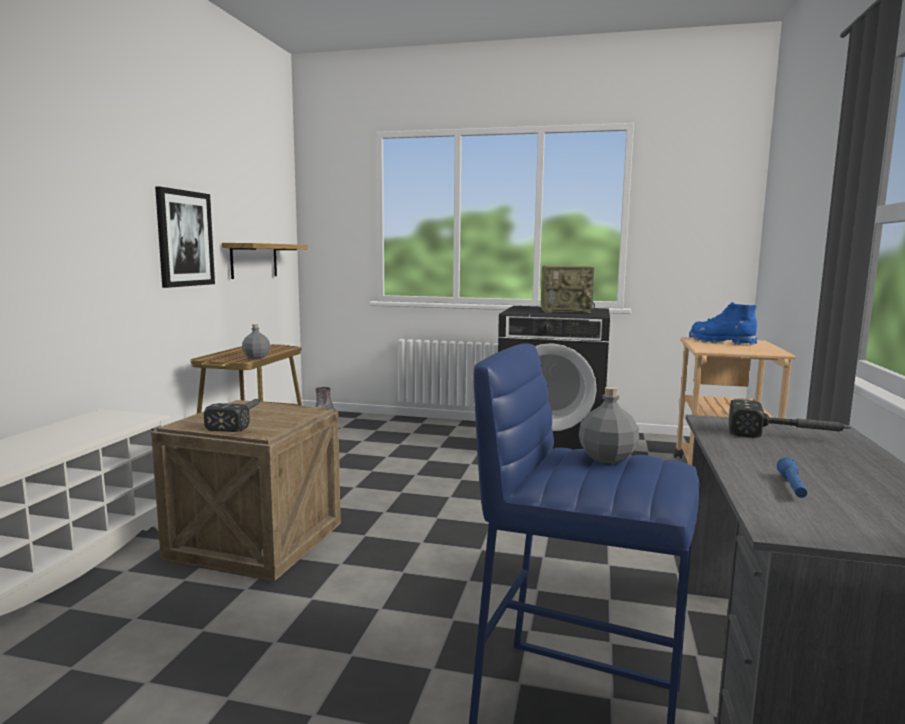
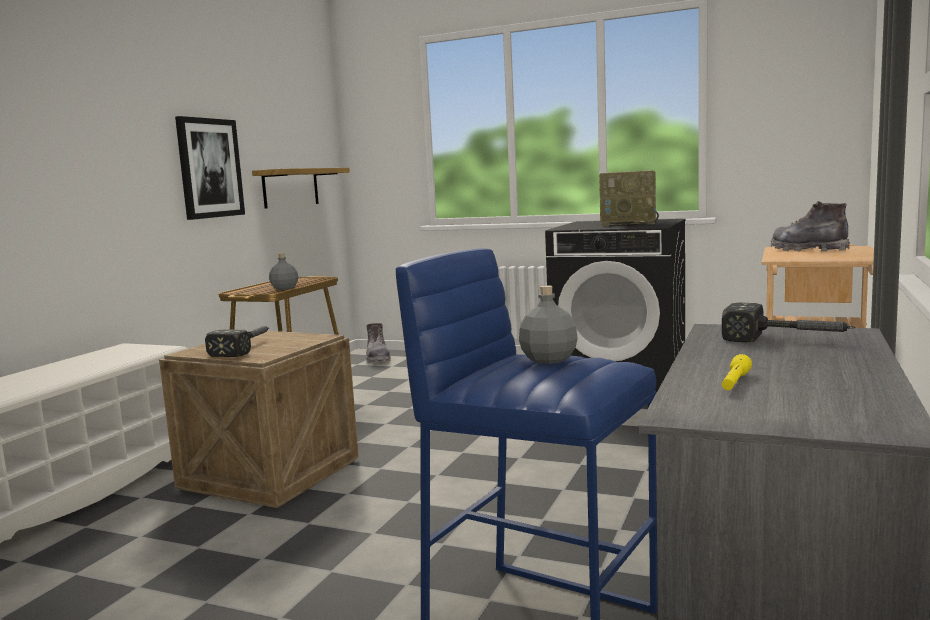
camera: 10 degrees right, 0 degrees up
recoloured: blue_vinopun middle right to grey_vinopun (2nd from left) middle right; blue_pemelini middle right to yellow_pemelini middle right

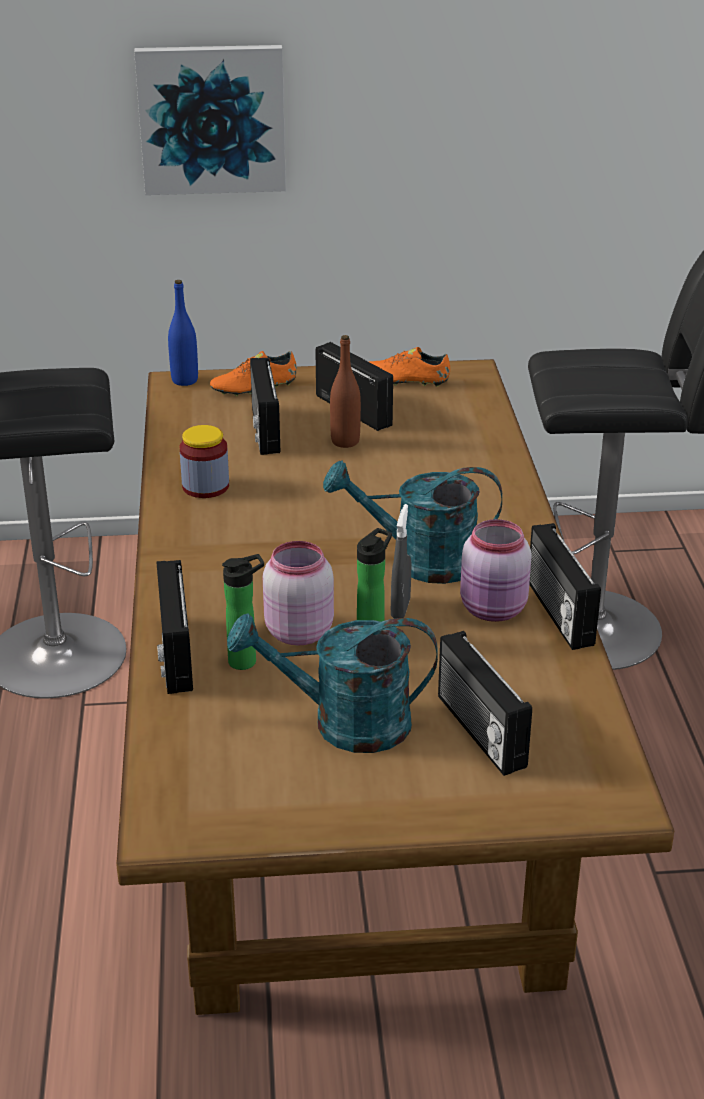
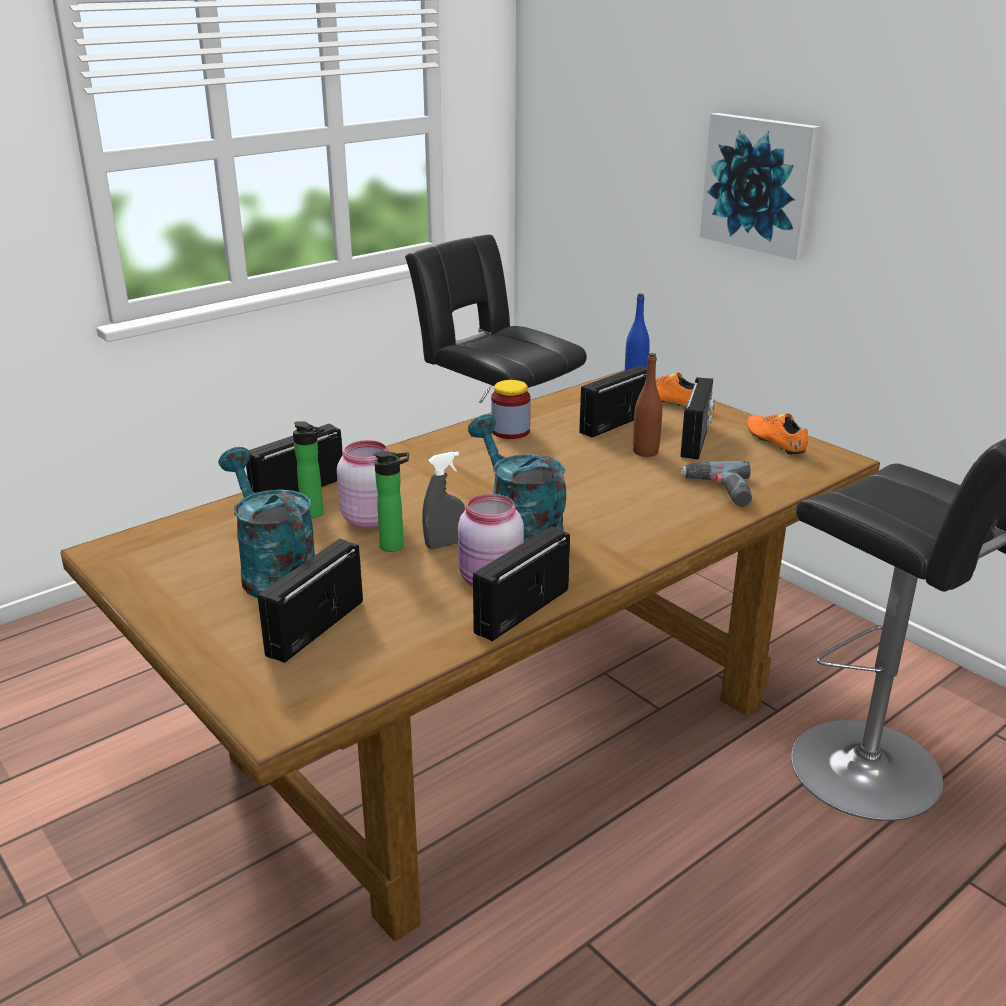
camera: 55 degrees right, 5 degrees down
added: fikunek middle right

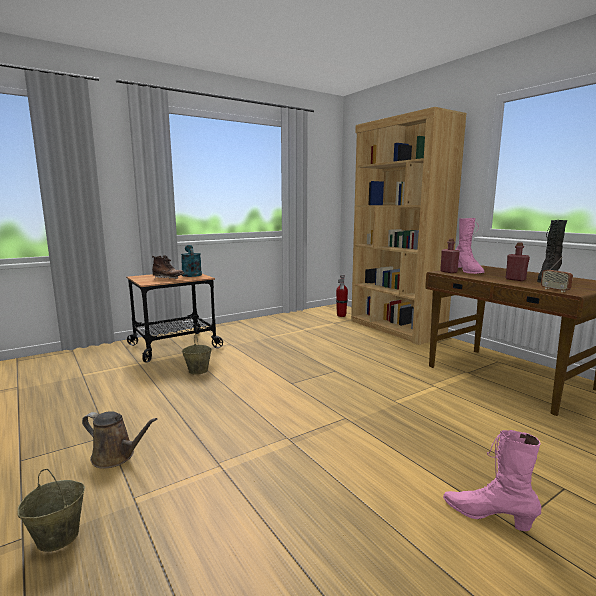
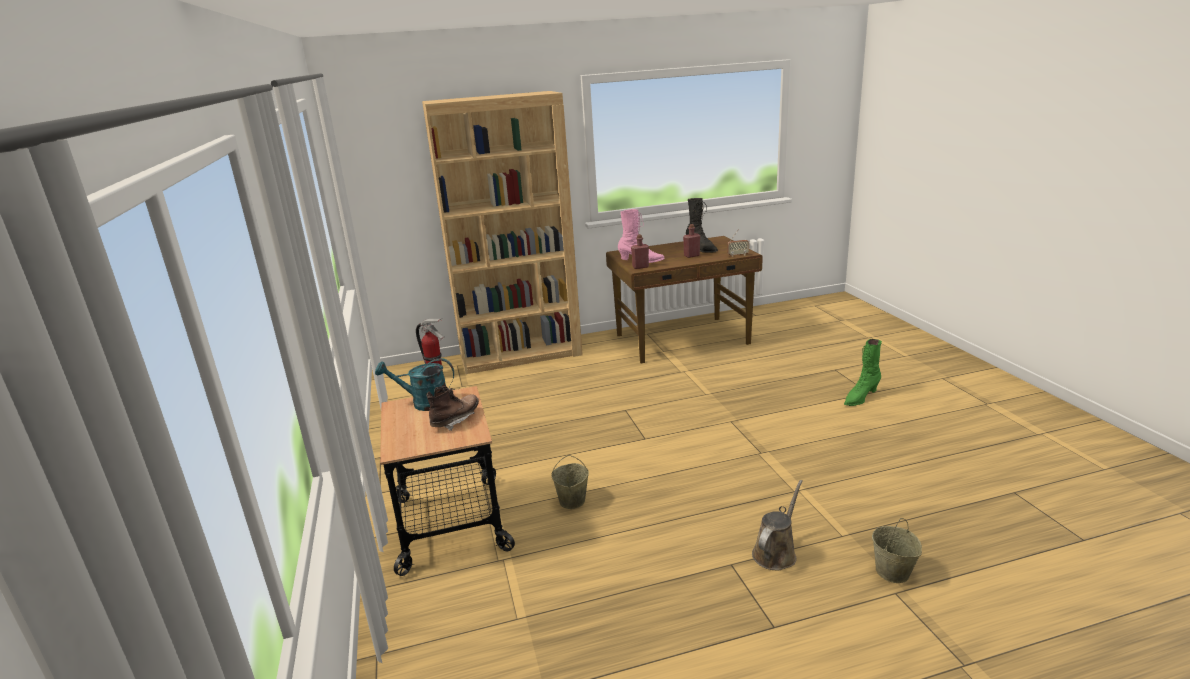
camera: 70 degrees left, 10 degrees up
recoloured: pink_vinopun (2nd from left) bottom right to green_vinopun middle right

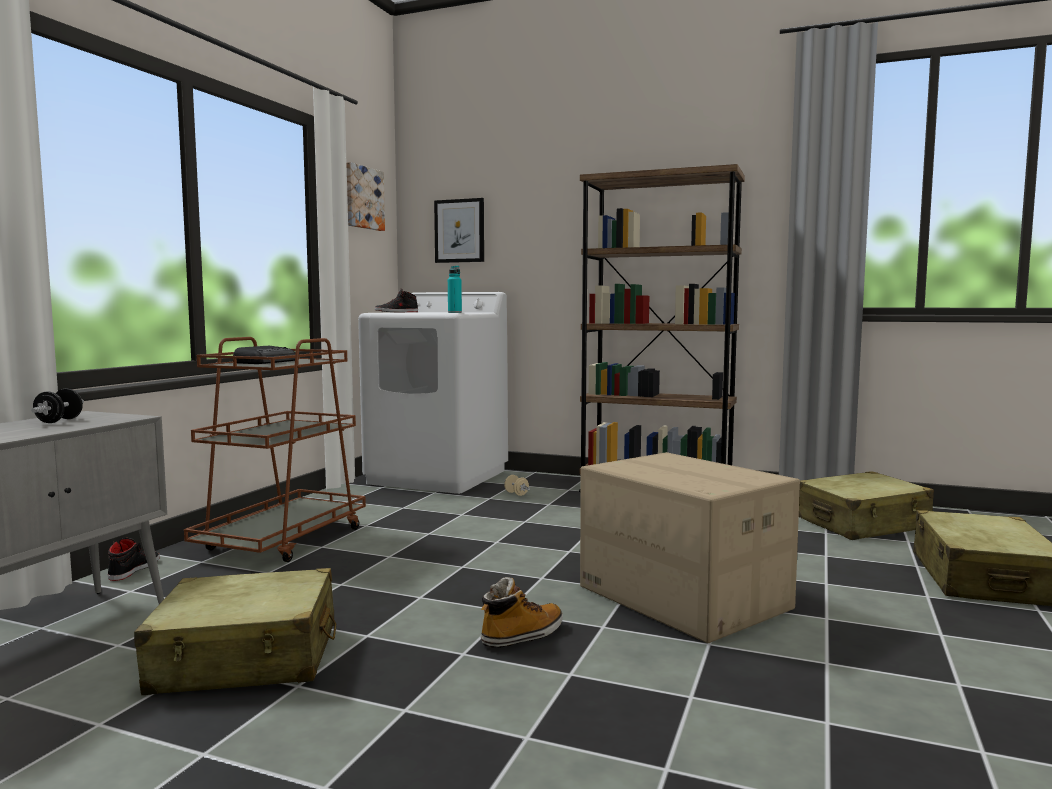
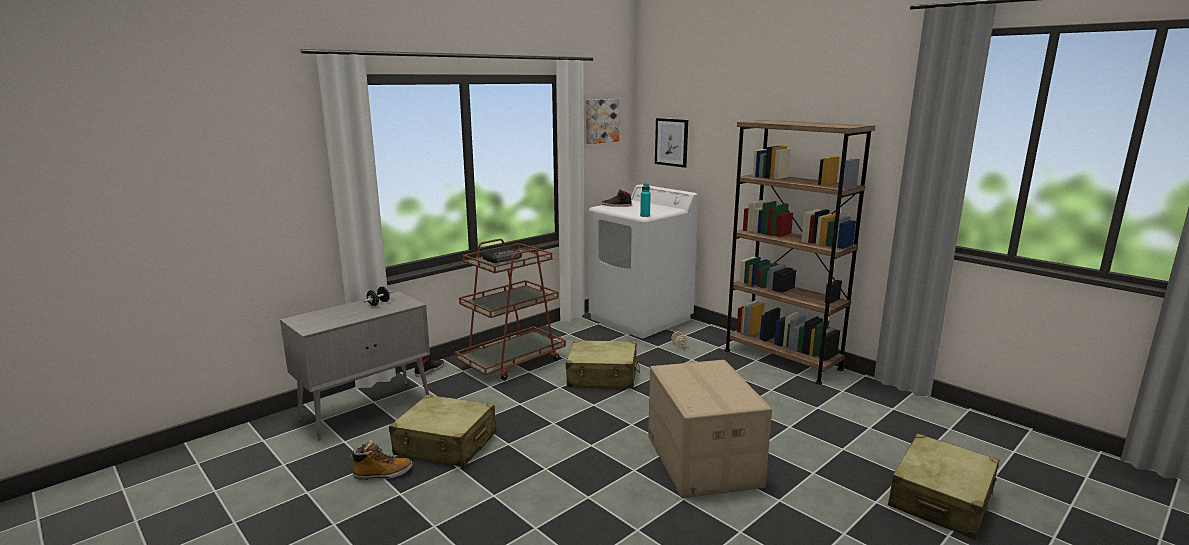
camera: 25 degrees right, 10 degrees up
moved: vinopun bottom centre to bottom left; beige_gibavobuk (2nd from left) middle right to bottom centre

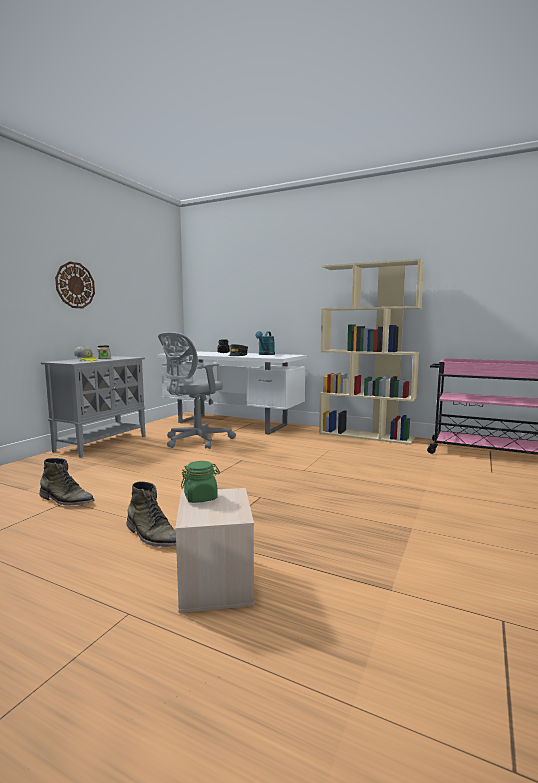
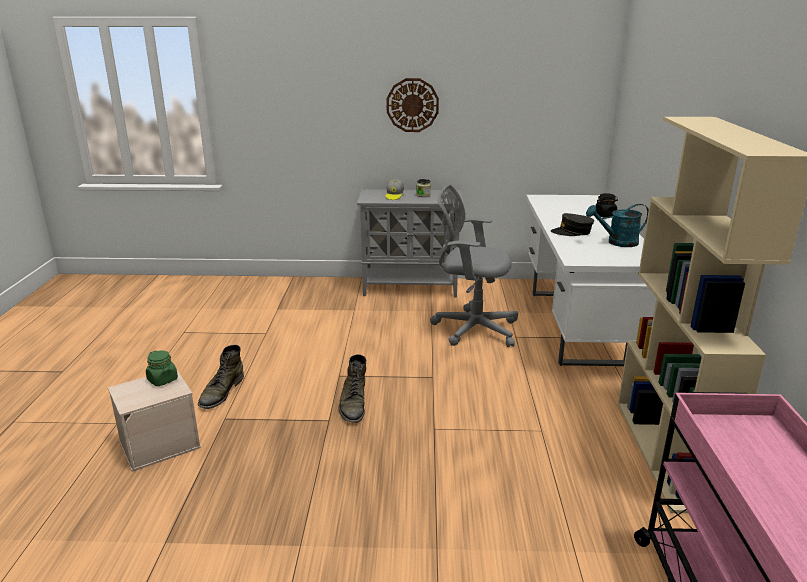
camera: 65 degrees right, 15 degrees up
moved: green_vinopun (1st from left in the first image) middle left to green_vinopun (2nd from left) bottom centre

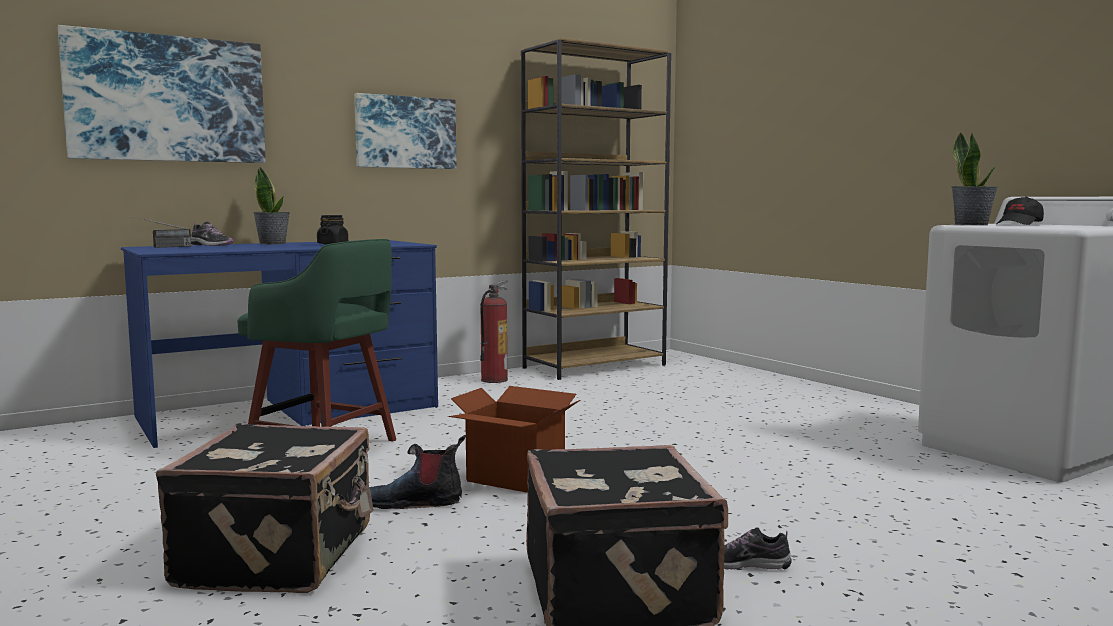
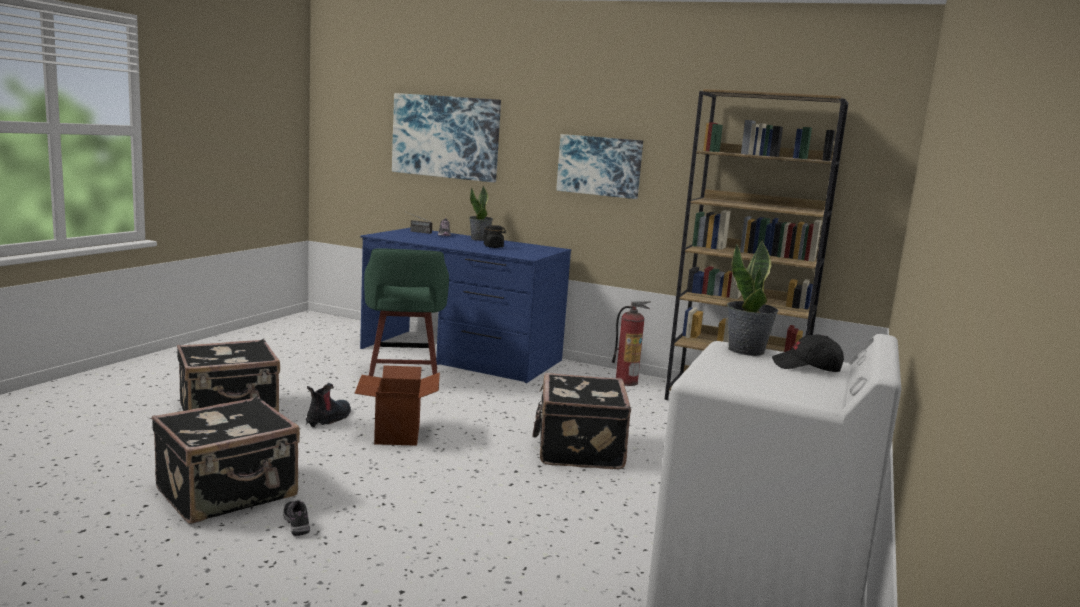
camera: 55 degrees right, 5 degrees up
added: black_gibavobuk (3rd from left) bottom centre
turned: vinopun bottom centre = bottom left 60 degrees clockwise

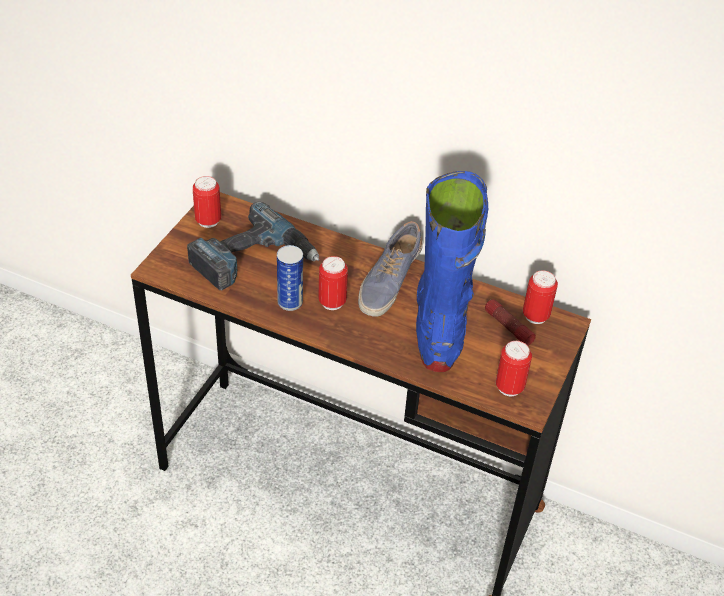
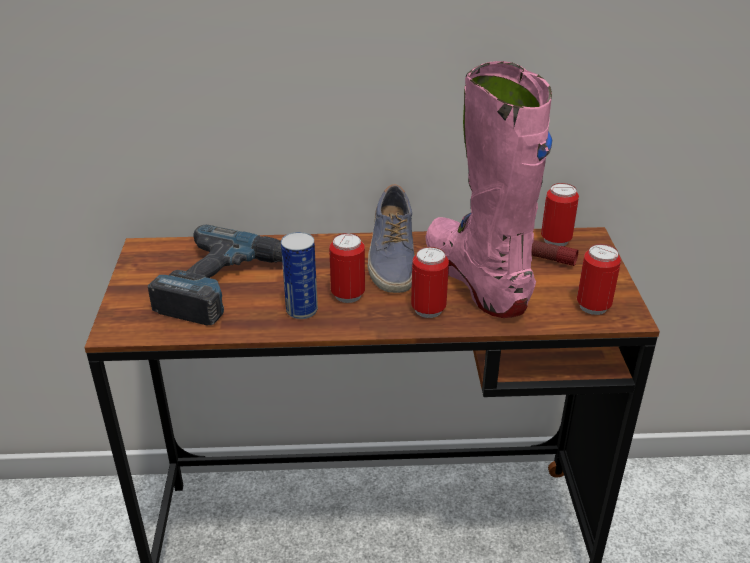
camera: 25 degrees left, 10 degrees down
moved: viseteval (1st from left in the first image) middle left to viseteval (3rd from left) centre
recoloured: blue_vinopun centre to pink_vinopun centre

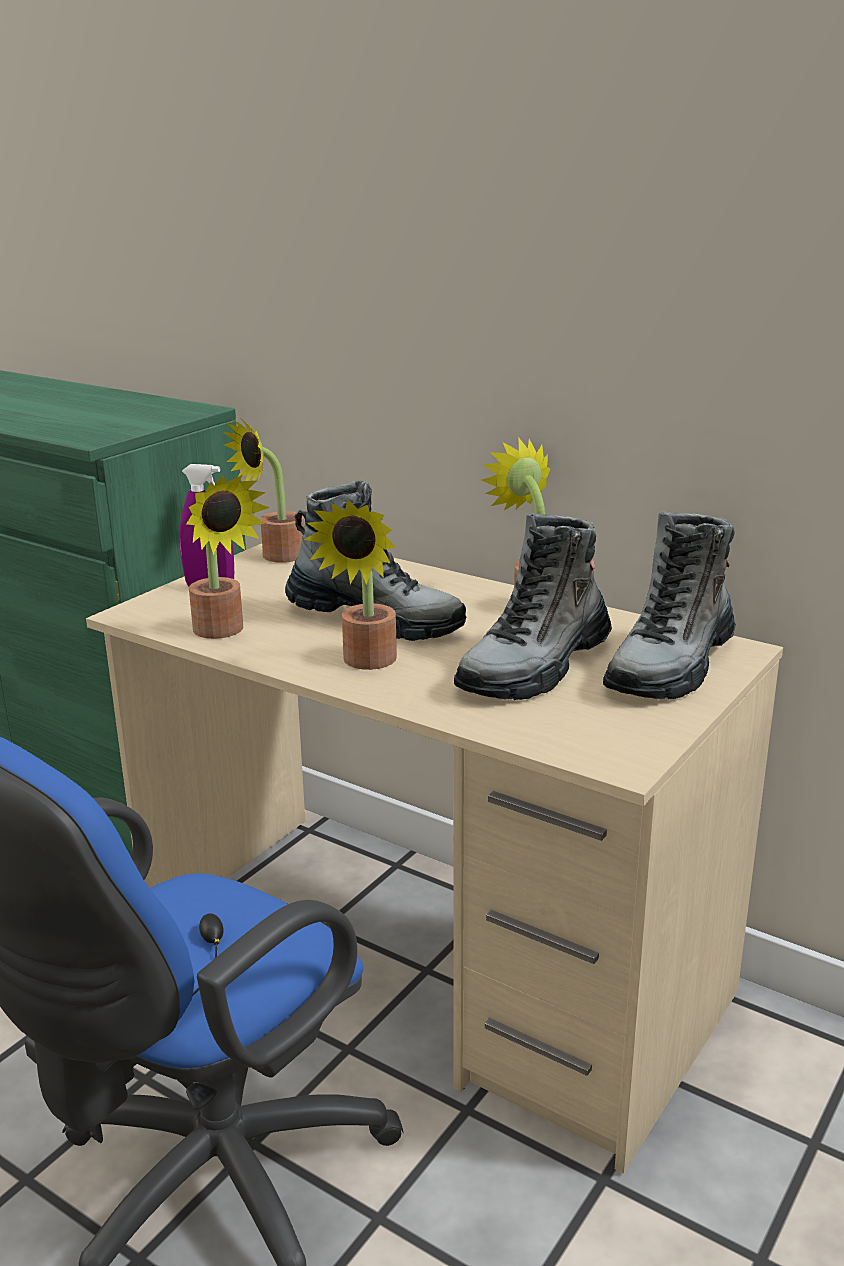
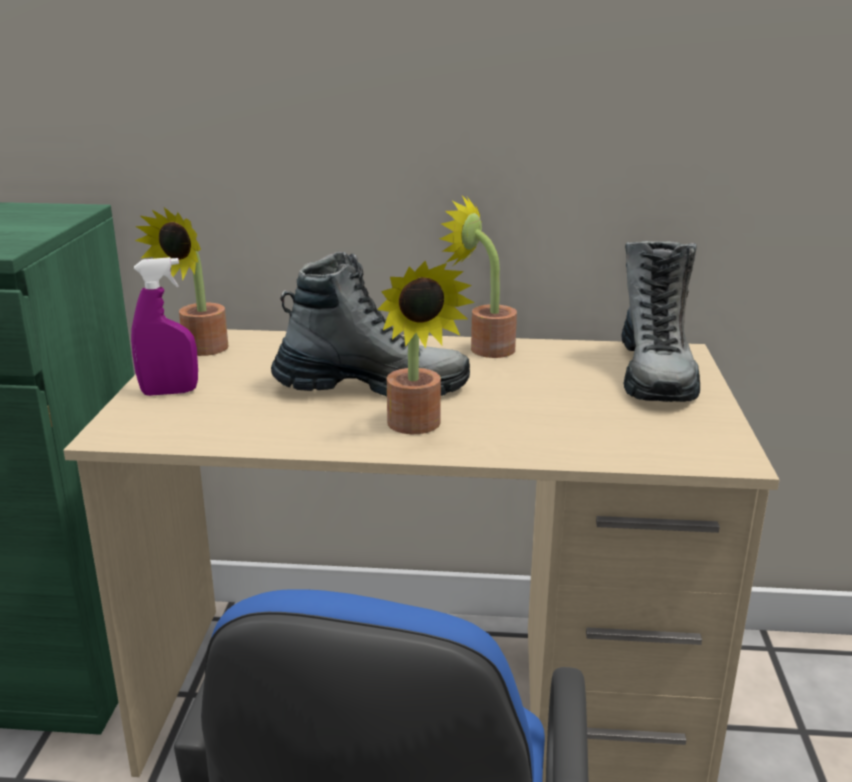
camera: 30 degrees left, 0 degrees up
removed: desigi (1st from left) middle left; vinopun (2nd from left) centre

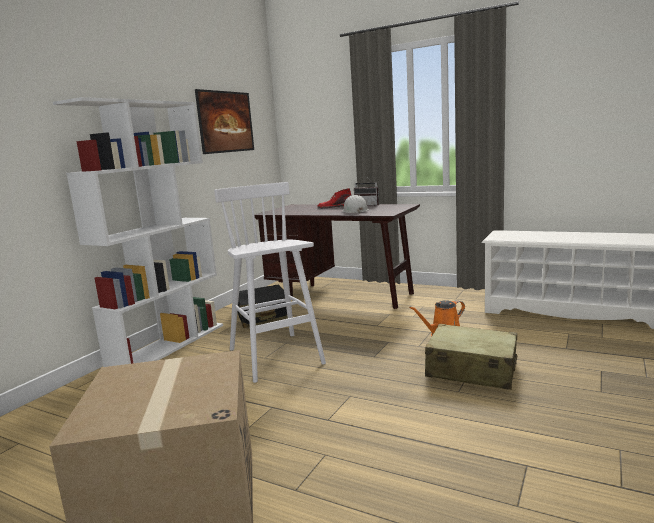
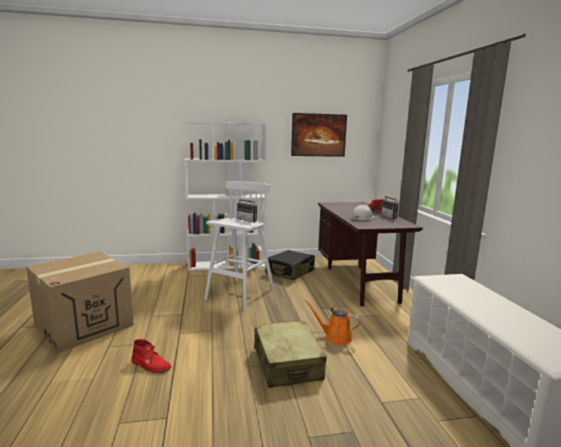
camera: 50 degrees right, 0 degrees up
added: red_vinopun (1st from left) bottom left; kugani (1st from left) centre

